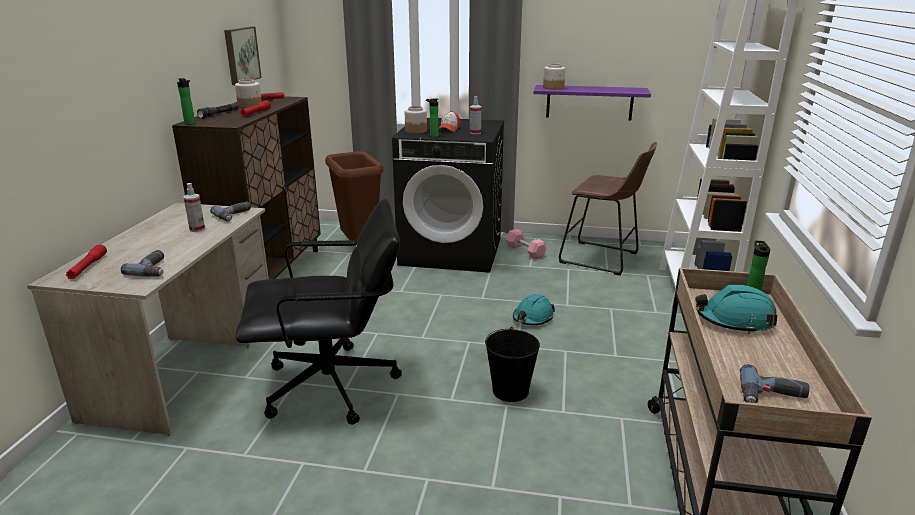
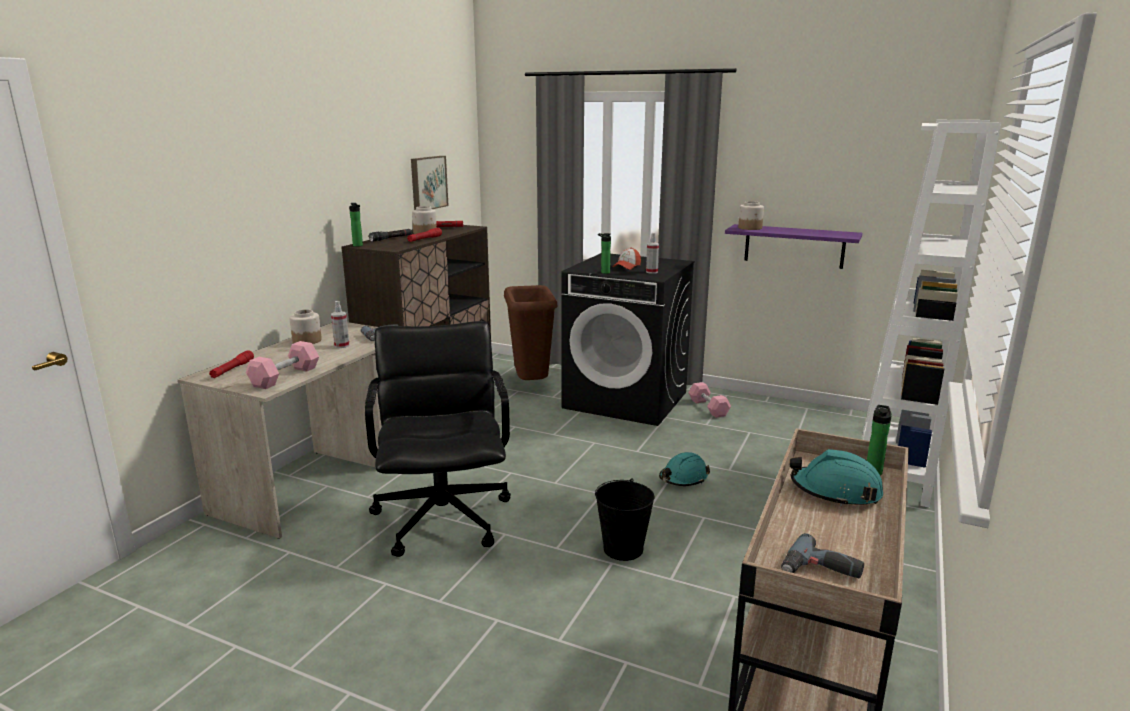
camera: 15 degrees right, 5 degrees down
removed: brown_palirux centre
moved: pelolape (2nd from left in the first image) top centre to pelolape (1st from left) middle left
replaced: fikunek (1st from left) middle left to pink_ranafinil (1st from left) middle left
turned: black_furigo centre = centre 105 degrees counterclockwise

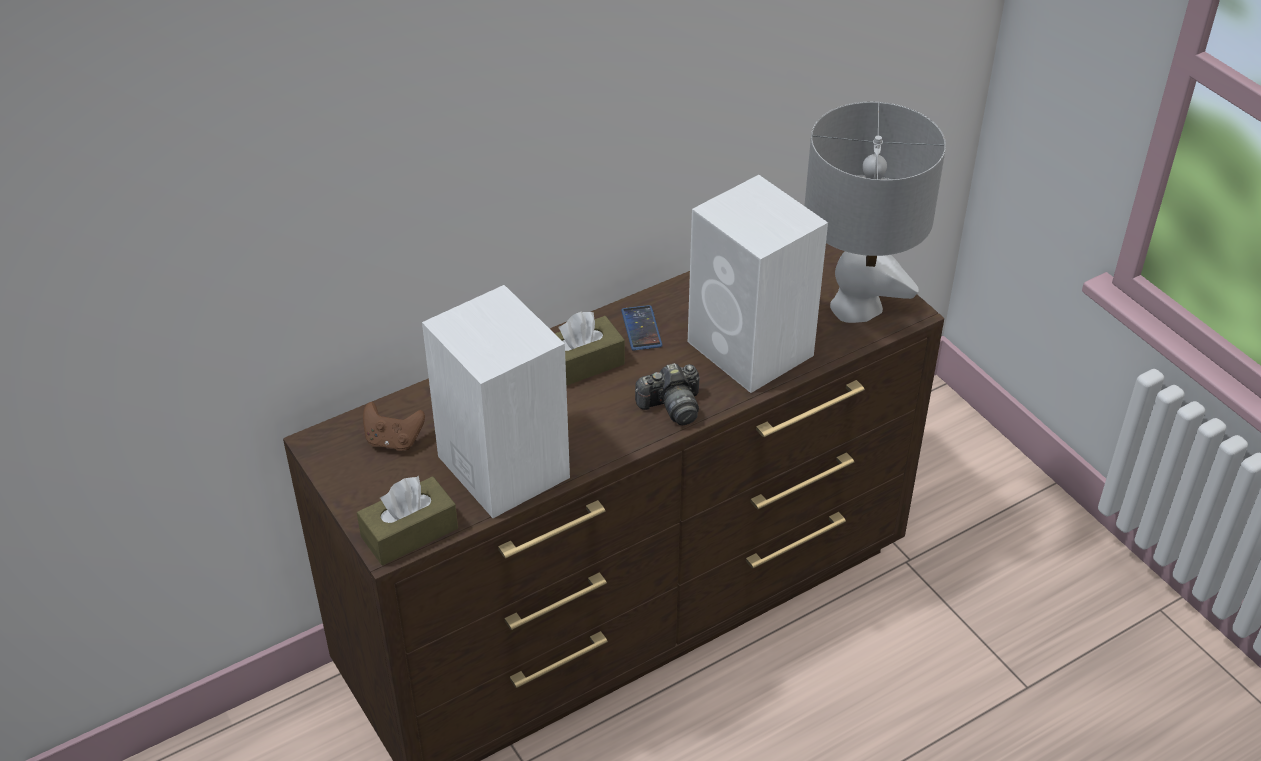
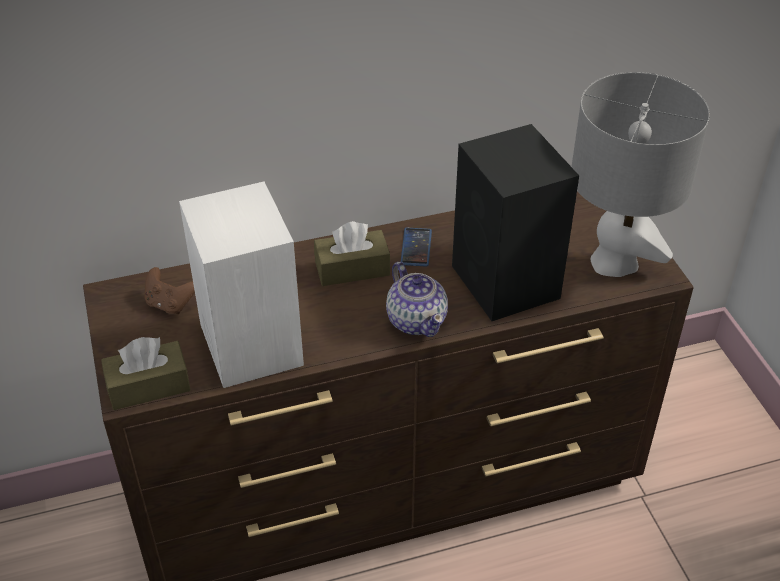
camera: 15 degrees right, 0 degrees up
replaced: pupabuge centre to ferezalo centre
recoloured: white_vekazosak (2nd from left) centre to black_vekazosak centre

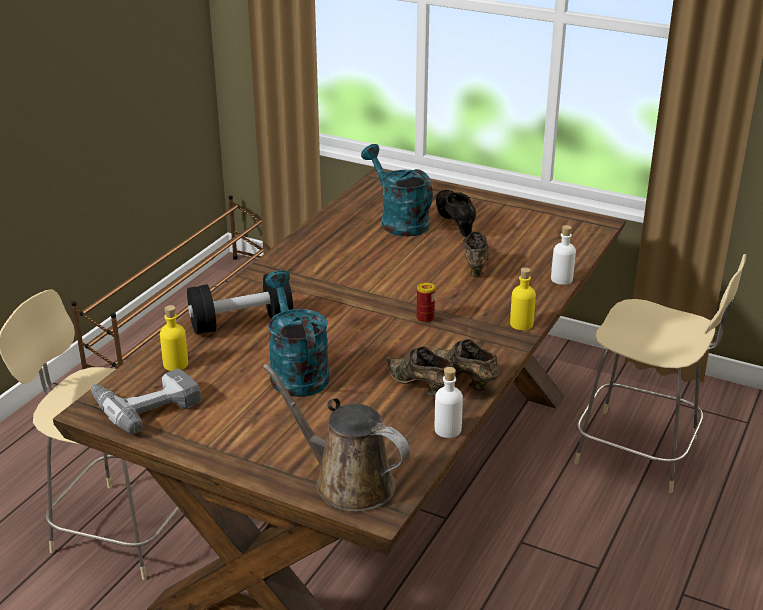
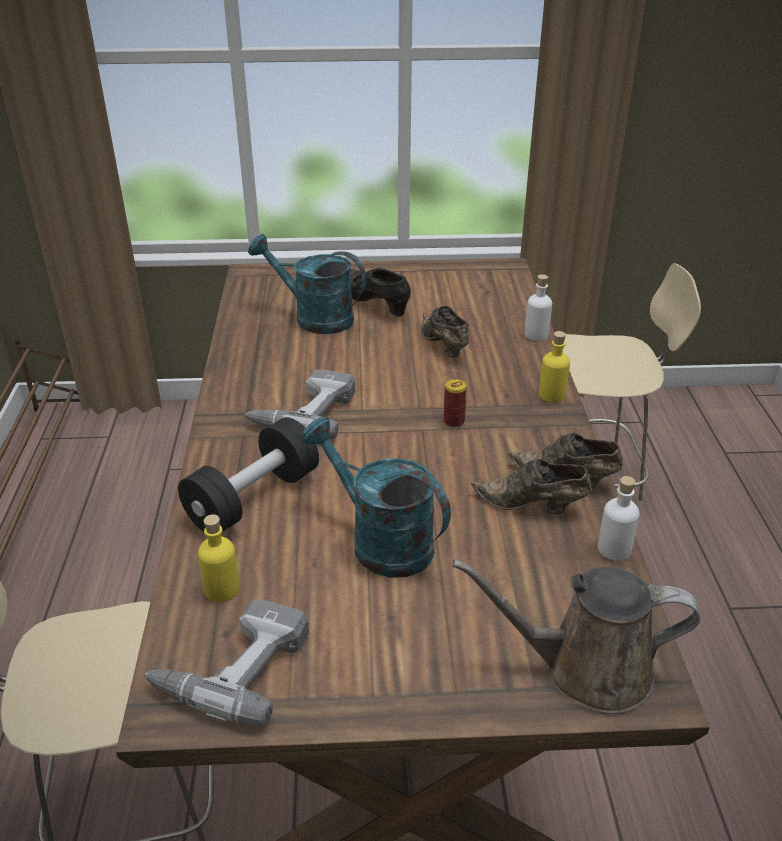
camera: 30 degrees left, 5 degrees up
added: fikunek (2nd from left) centre

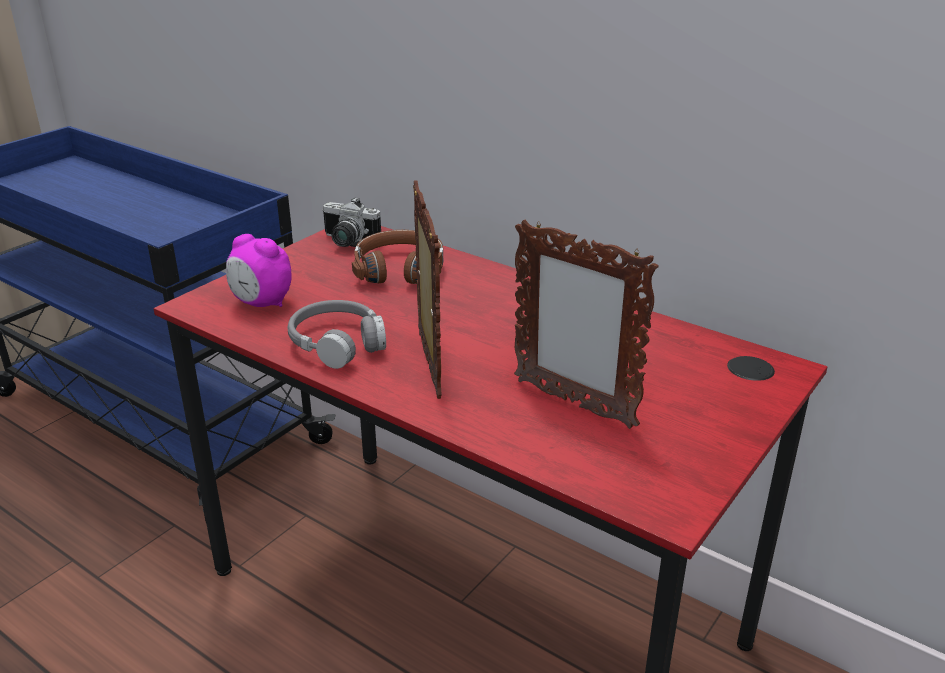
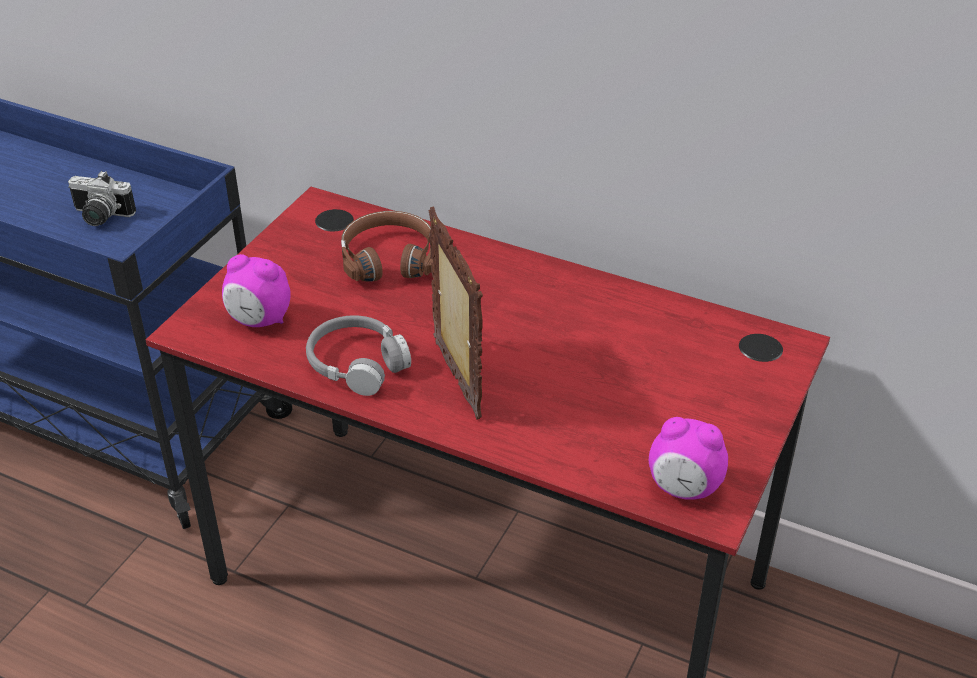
camera: 10 degrees left, 10 degrees up
removed: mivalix (2nd from left) centre
added: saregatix (2nd from left) bottom right
moved: pupabuge top centre to top left

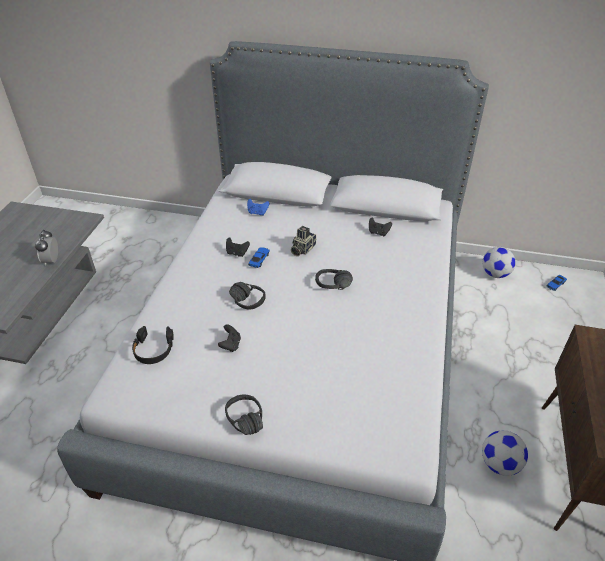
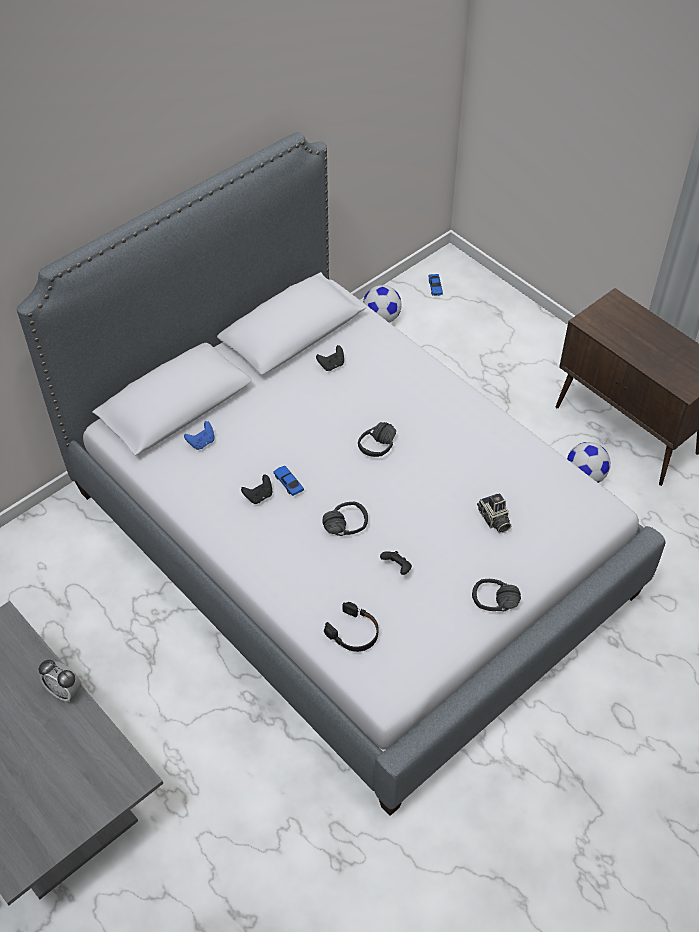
camera: 55 degrees left, 10 degrees up
moved: pupabuge centre to middle right

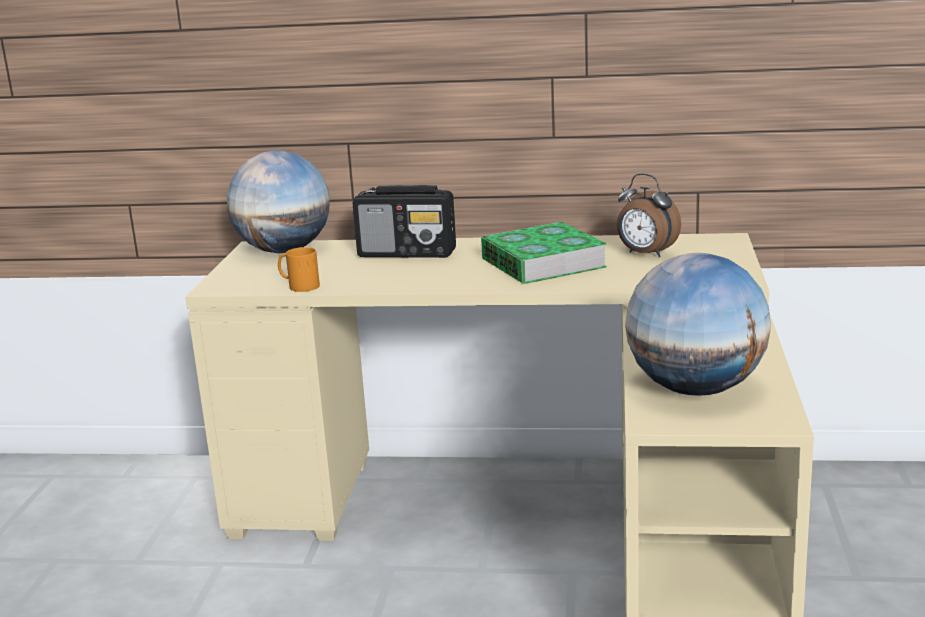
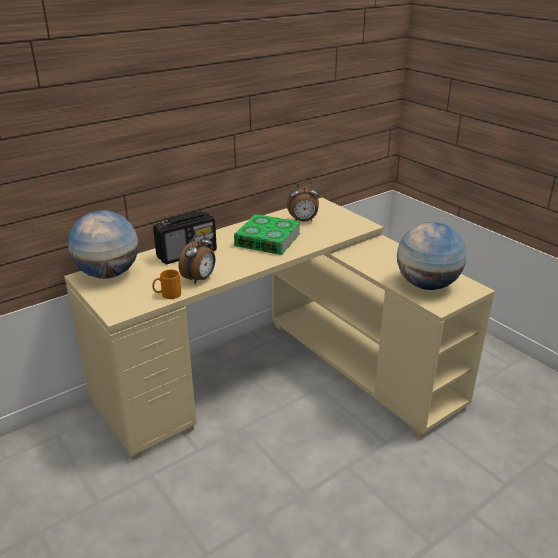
camera: 45 degrees left, 10 degrees up
added: saregatix (1st from left) centre

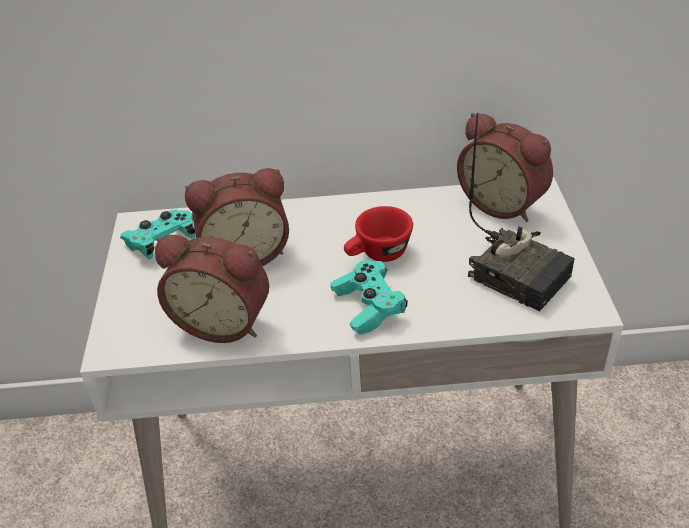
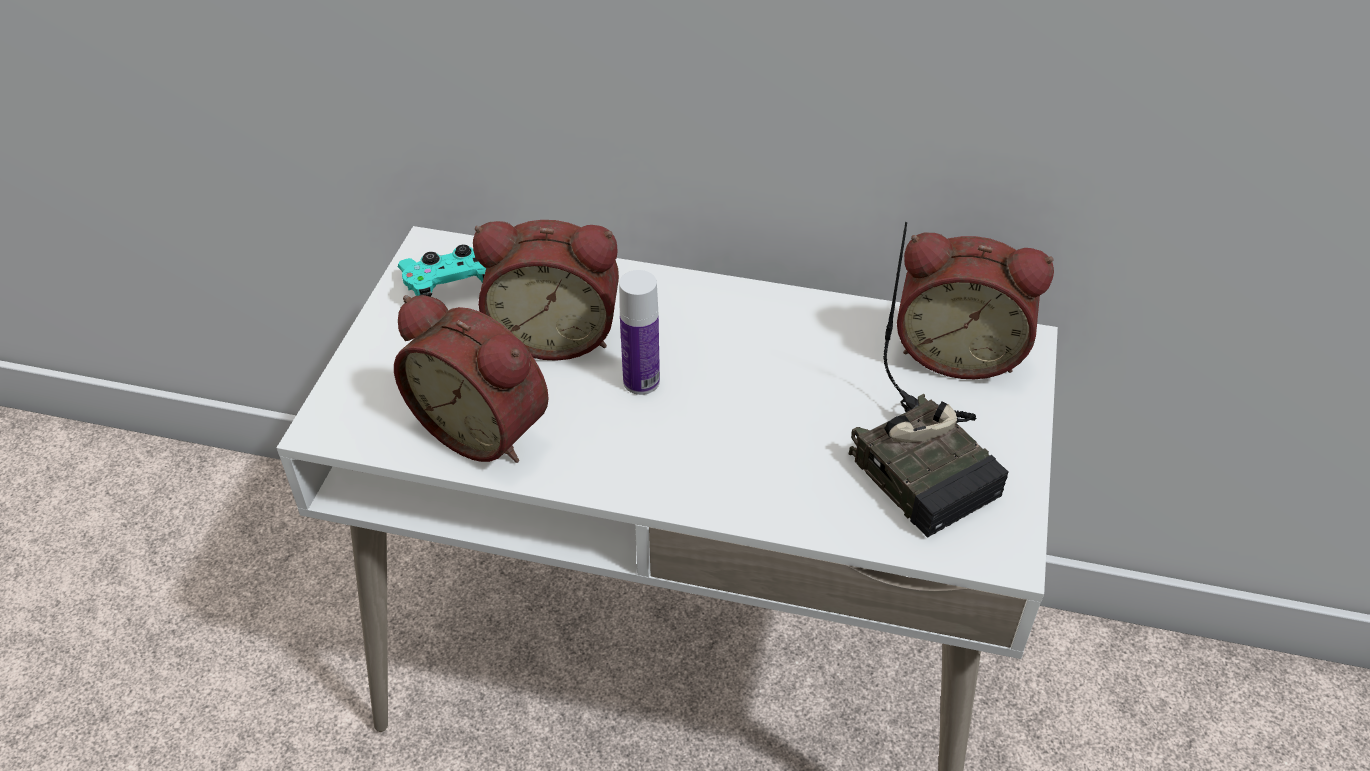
camera: 15 degrees right, 5 degrees up
removed: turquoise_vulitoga (2nd from left) centre; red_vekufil centre
added: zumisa centre
turned: saregatix (3rd from left) top right = middle right 45 degrees counterclockwise

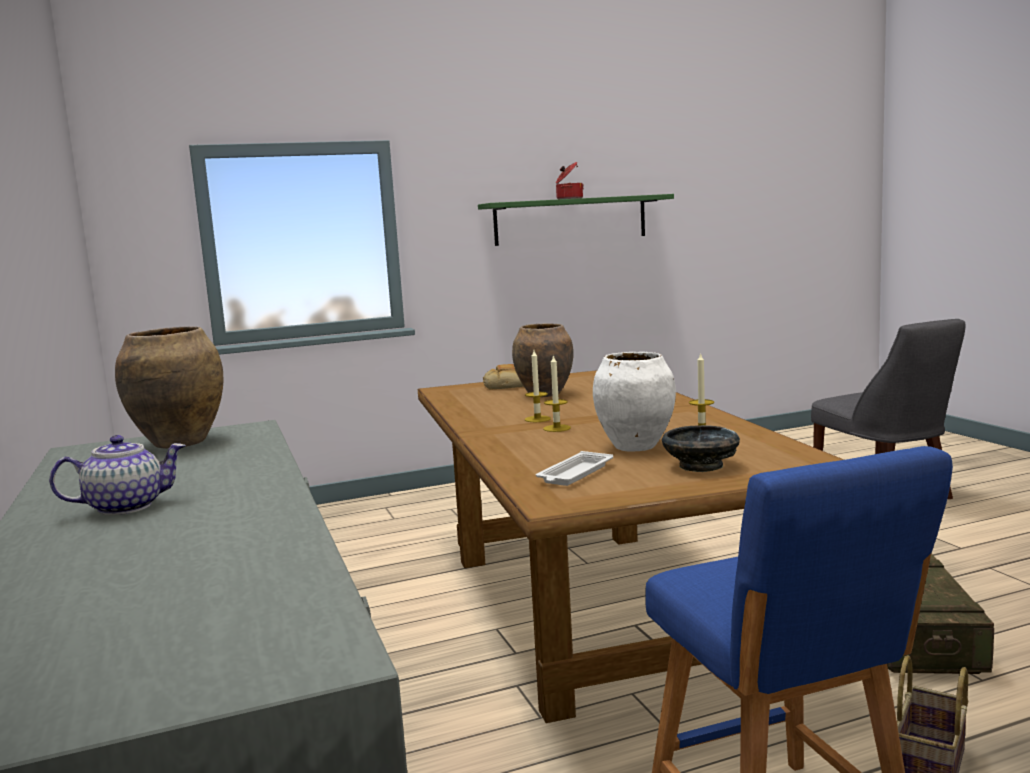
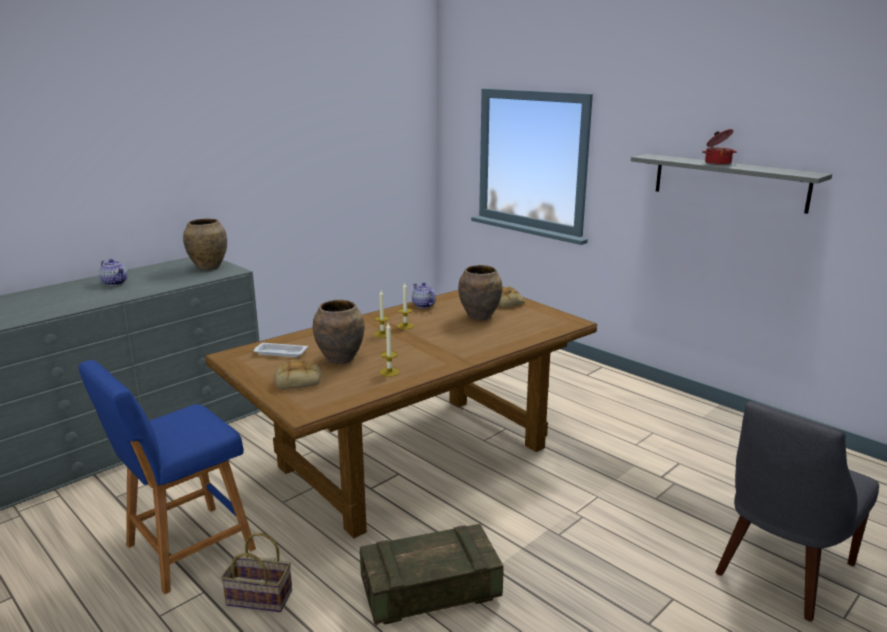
camera: 65 degrees right, 10 degrees up
added: ferezalo (2nd from left) centre
replaced: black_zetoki middle right to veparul (1st from left) centre
recoloured: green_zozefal top centre to grey_zozefal top right; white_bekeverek centre to brown_bekeverek (2nd from left) centre

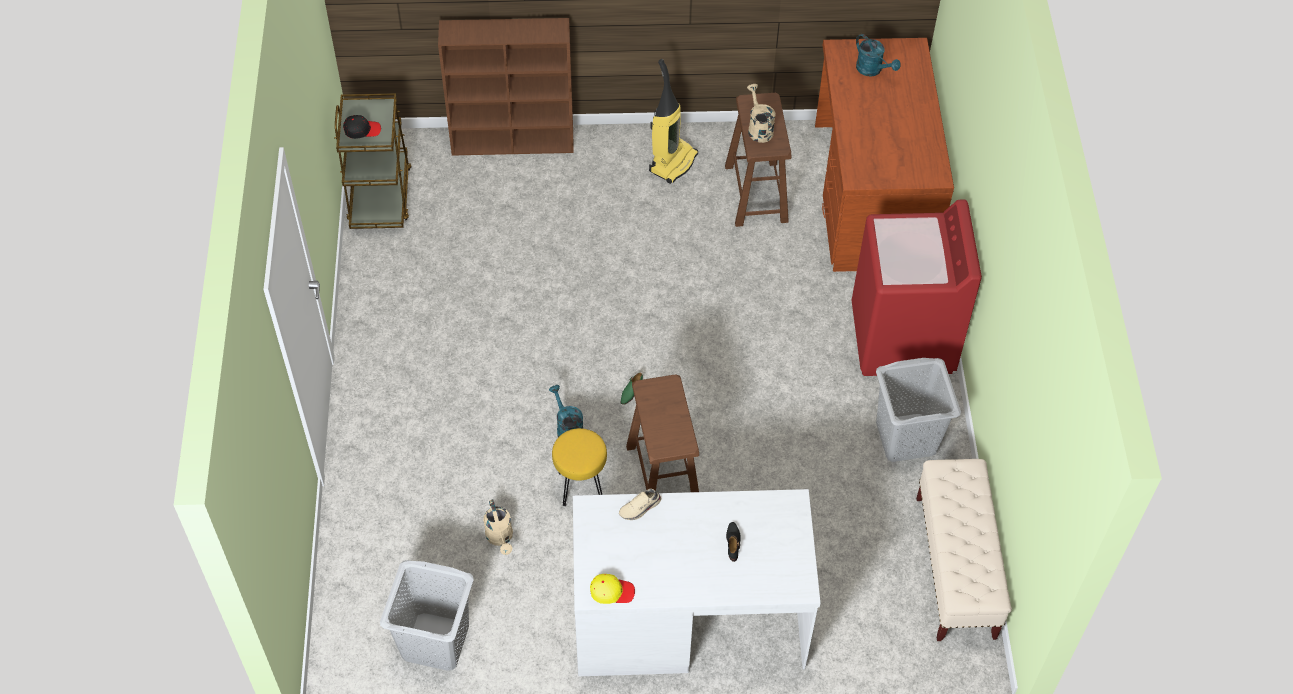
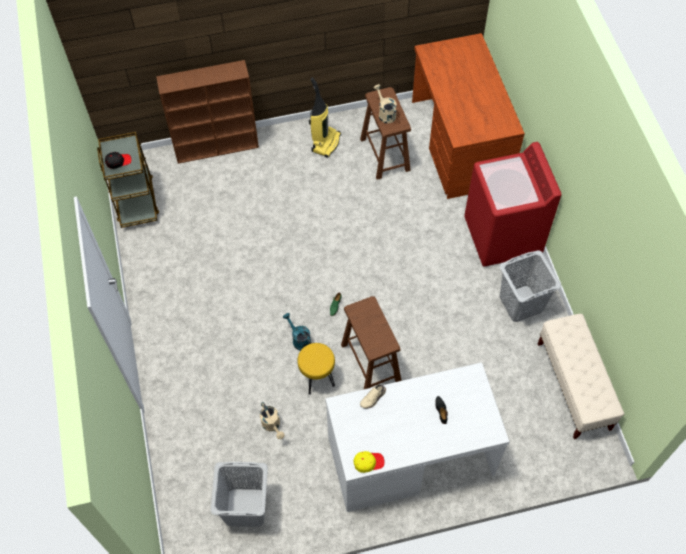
camera: 10 degrees left, 5 degrees up
removed: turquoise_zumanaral (2nd from left) top right

